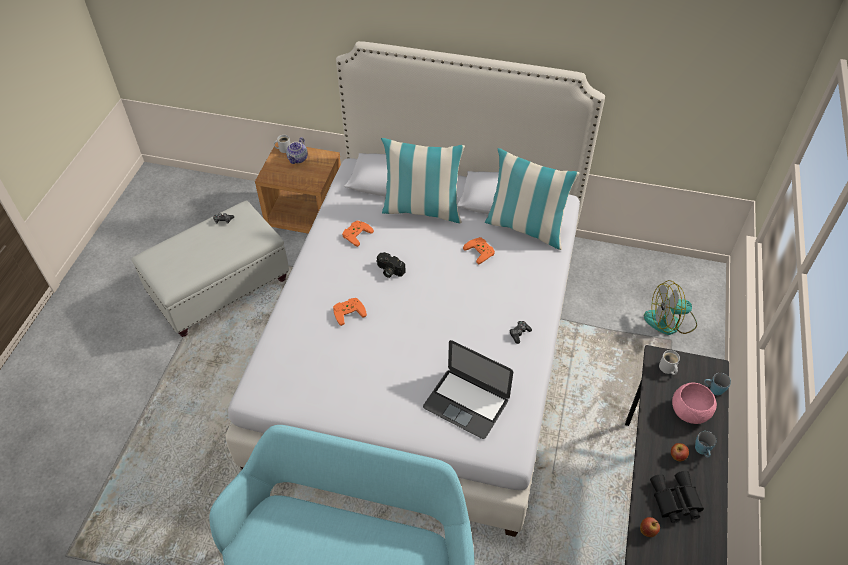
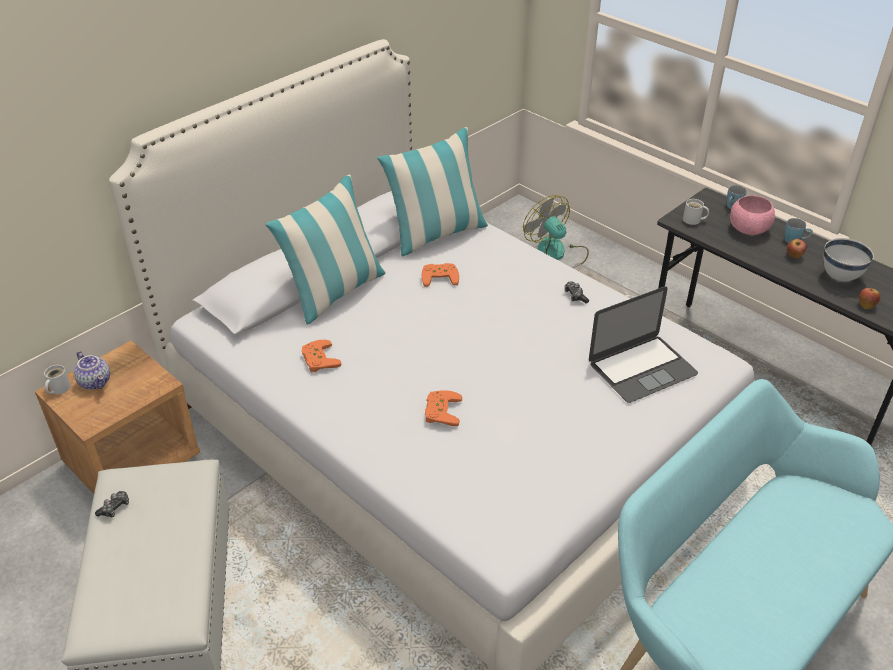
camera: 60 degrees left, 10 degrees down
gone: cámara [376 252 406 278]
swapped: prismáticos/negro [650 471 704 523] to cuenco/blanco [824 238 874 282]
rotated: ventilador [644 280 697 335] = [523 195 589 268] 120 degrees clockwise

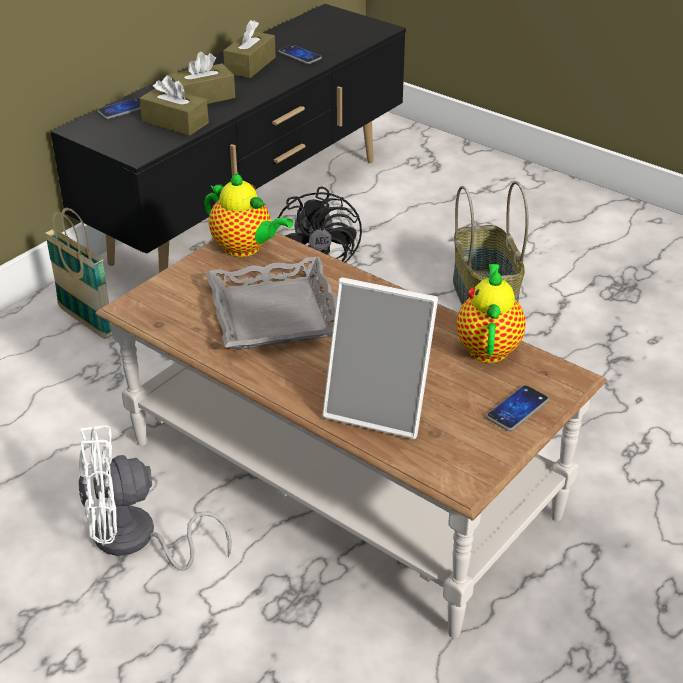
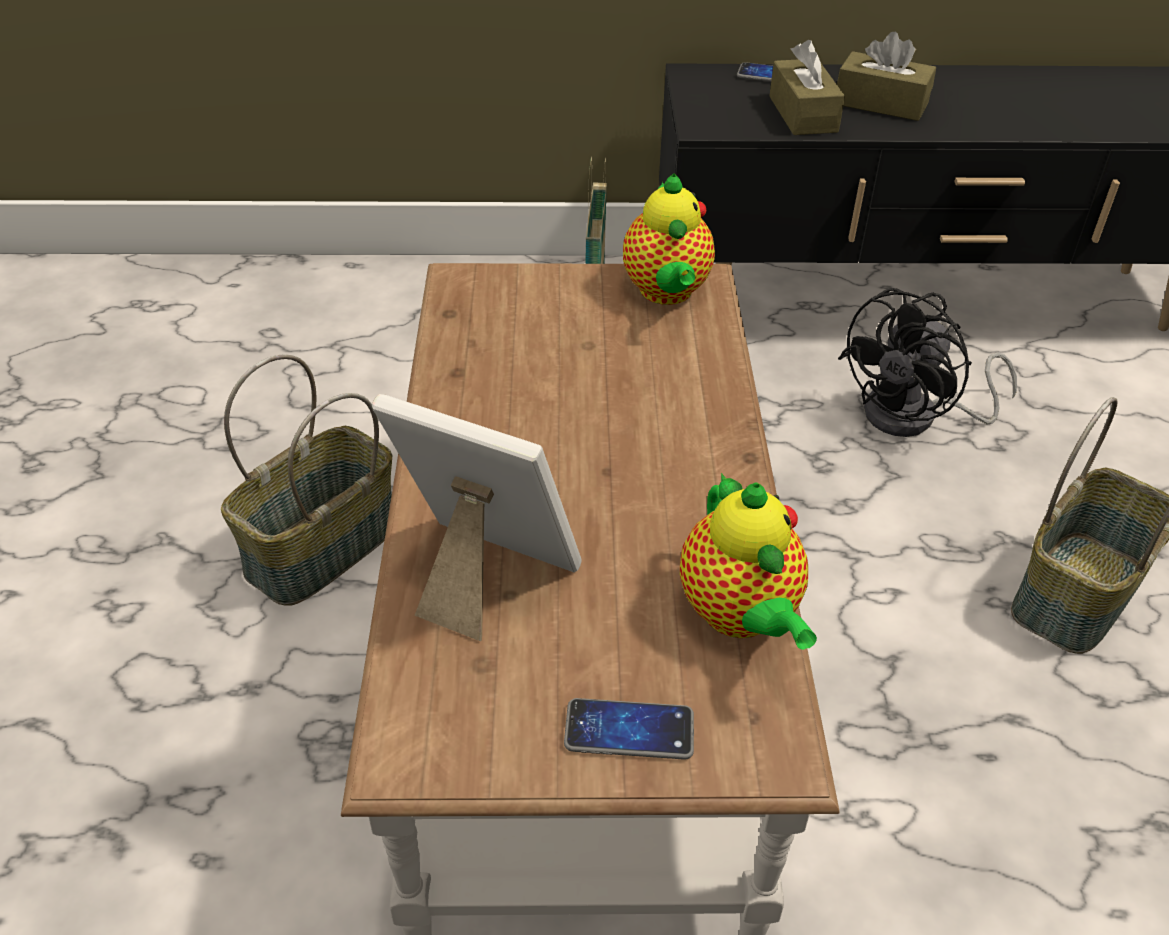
camera: 50 degrees right, 5 degrees up
gone: bandeja/gris [206 257 336 350]; caja de pañuelos/marrón [223 20 276 78]; móvil [278 45 322 64]
swapped: ventilador/blanco [79 425 232 571] to cesta [221 354 392 606]
rotated: portarretratos [322 277 438 439] = [372 394 582 641] 135 degrees clockwise; tetera [457 264 526 363] = [680 473 817 650] 105 degrees clockwise

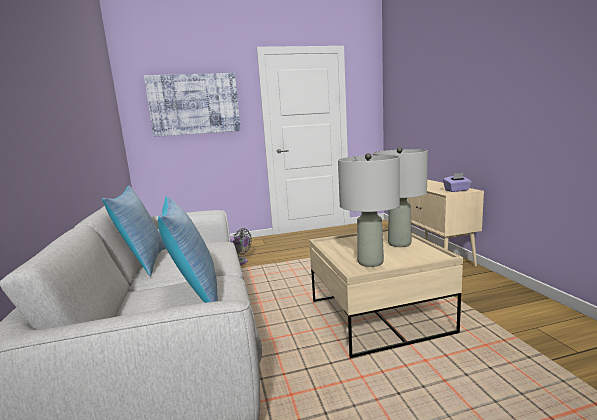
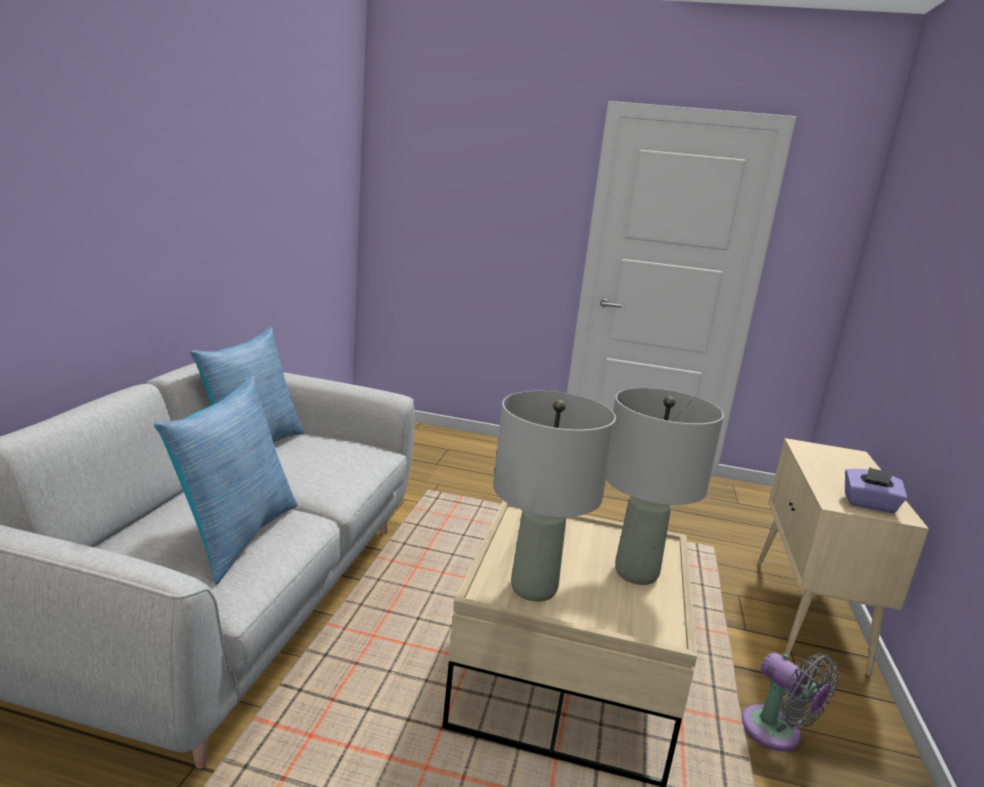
camera: 25 degrees right, 5 degrees up
gone: cuadro [144 73 241 137]
shifted: ventilador/gris [230 228 252 265] to [742 653 839 751]

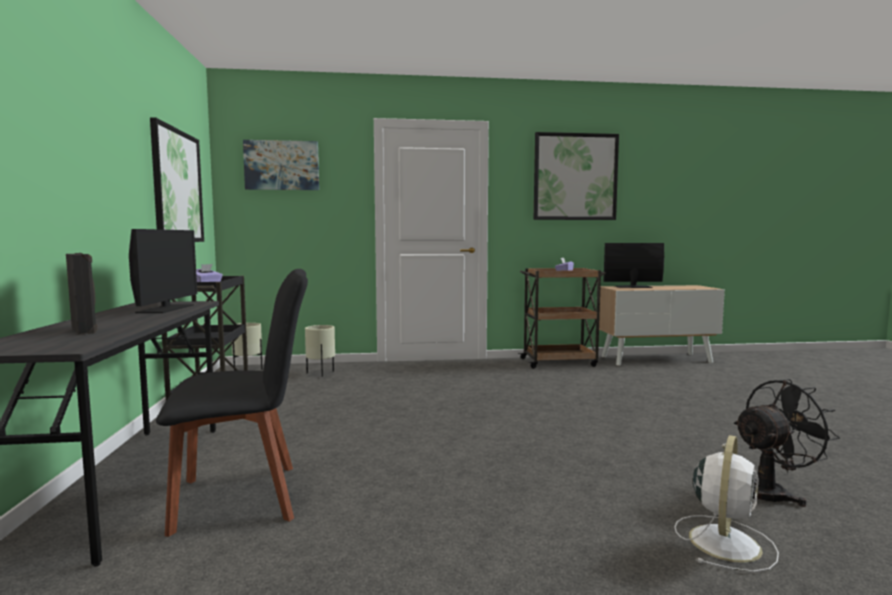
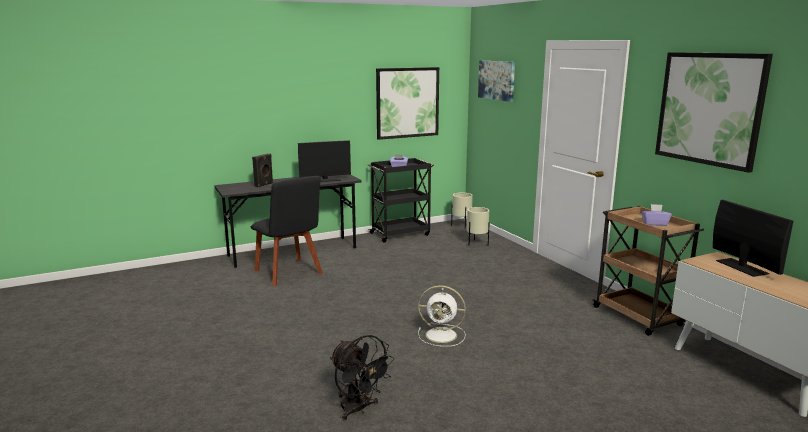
camera: 70 degrees right, 10 degrees up
shifted: ventilador/blanco [674 435 779 572] to [418 285 466 347]

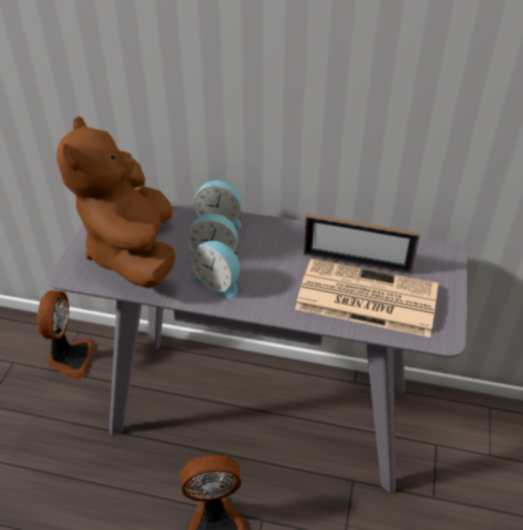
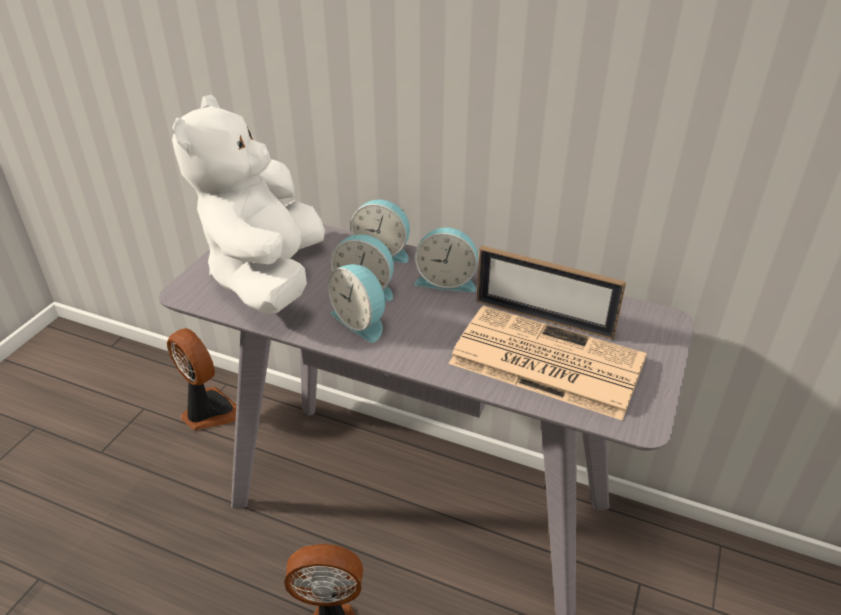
camera: 10 degrees right, 5 degrees down
new: despertador [415 228 478 292]
repainted: peluche/marrón [56 116 175 288] to peluche/blanco [172 95 325 314]
rotated: ventilador [37 290 96 379] = [167 328 237 430] 60 degrees counterclockwise

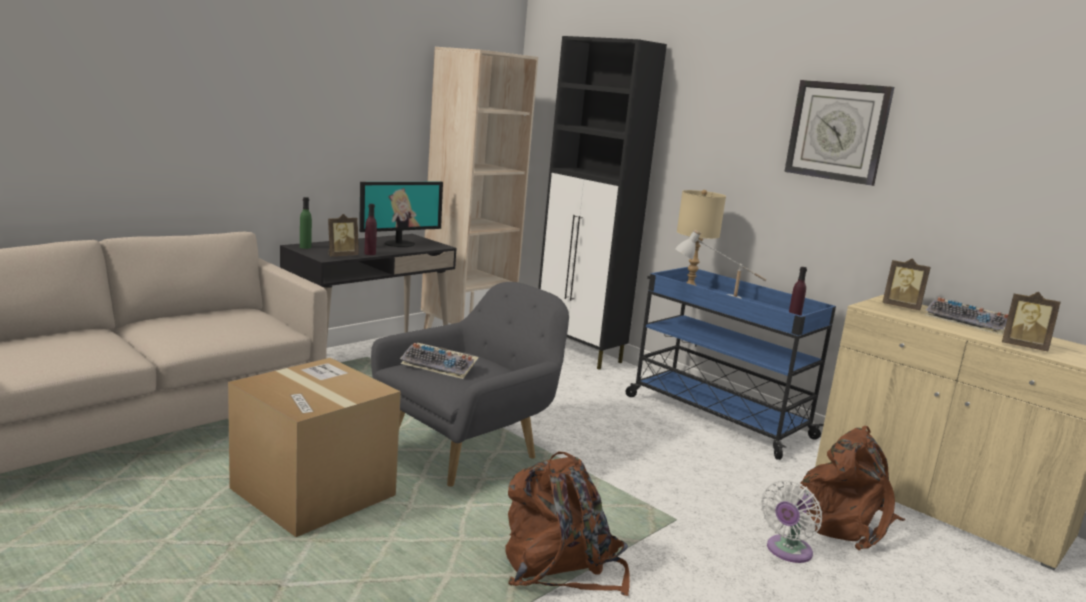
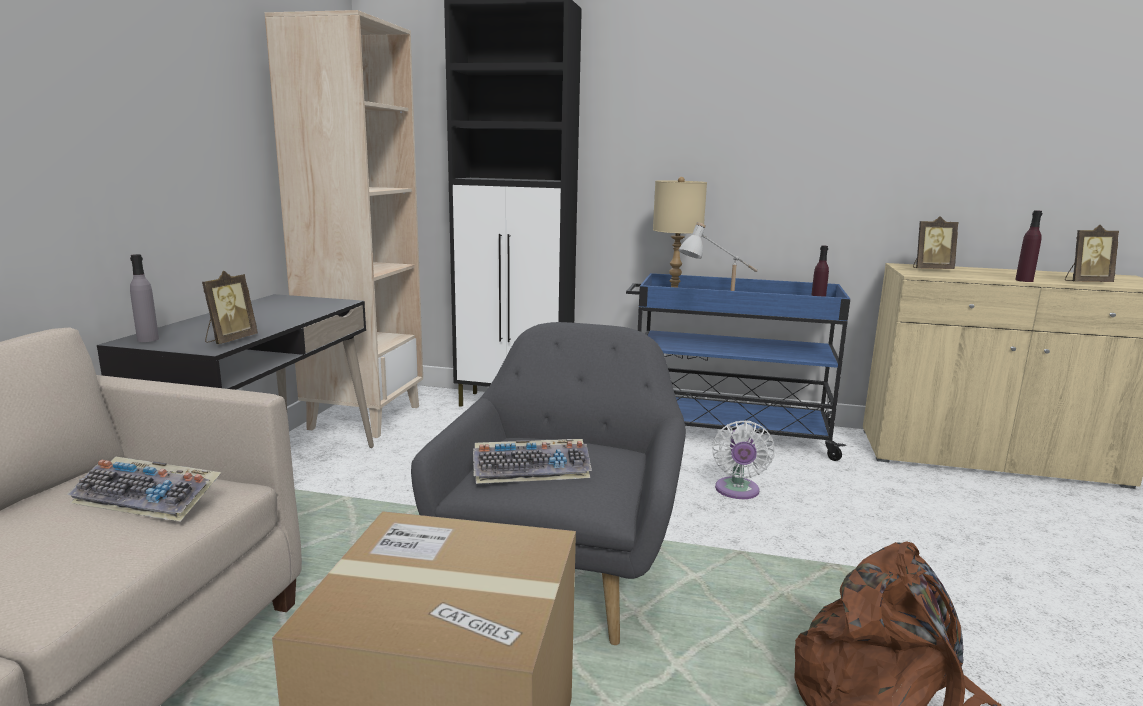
camera: 30 degrees left, 0 degrees up
gone: monitor [359 182 443 247]; reloj de pared [784 80 894 186]; mochila/marrón [800 426 905 550]
shifted: teclado [925 297 1009 335] to [67 456 221 522]; ventilador/blanco [761 480 822 563] to [712 421 775 499]; botella/morado [364 204 377 255] to [1015 210 1042 282]
repainted: botella/verde [300 197 312 249] to botella/gris [130 254 159 342]

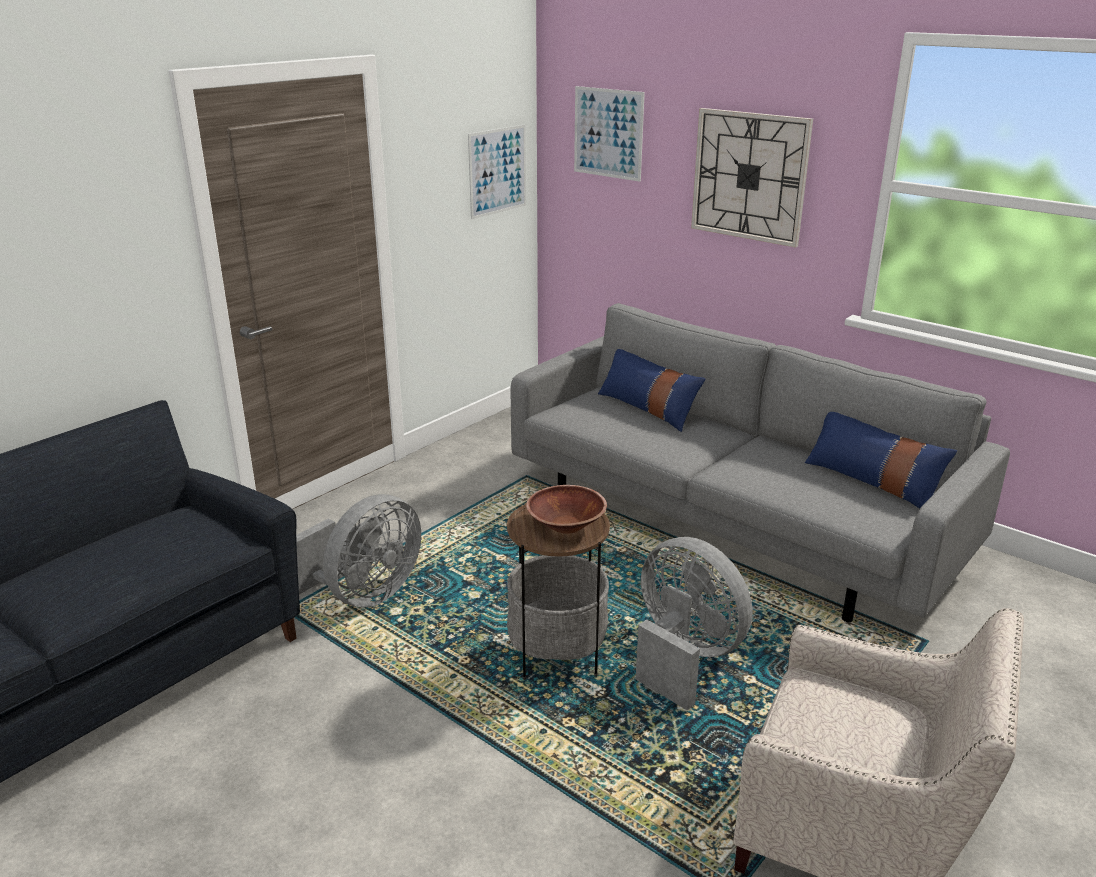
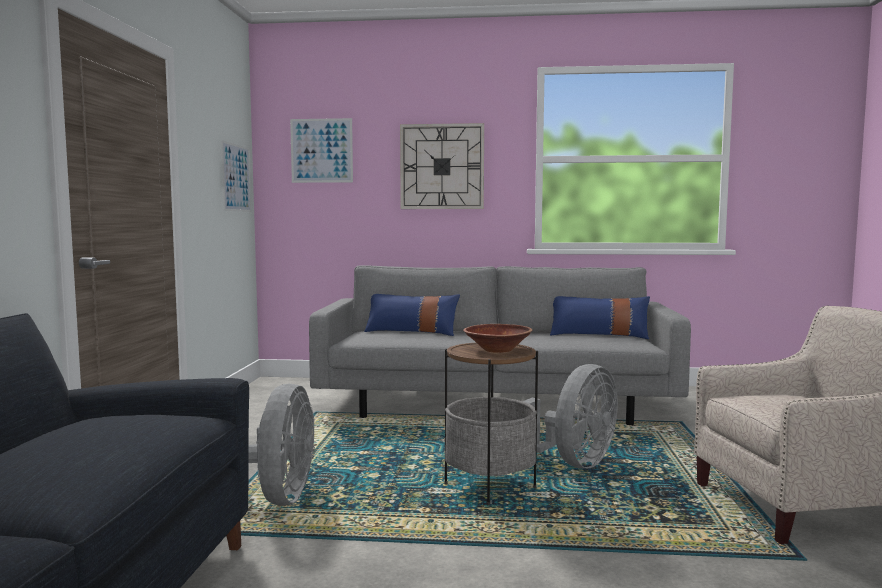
camera: 35 degrees left, 20 degrees down
rotated: ventilador/gris [636 537 753 711] = [523 364 618 469] 120 degrees clockwise

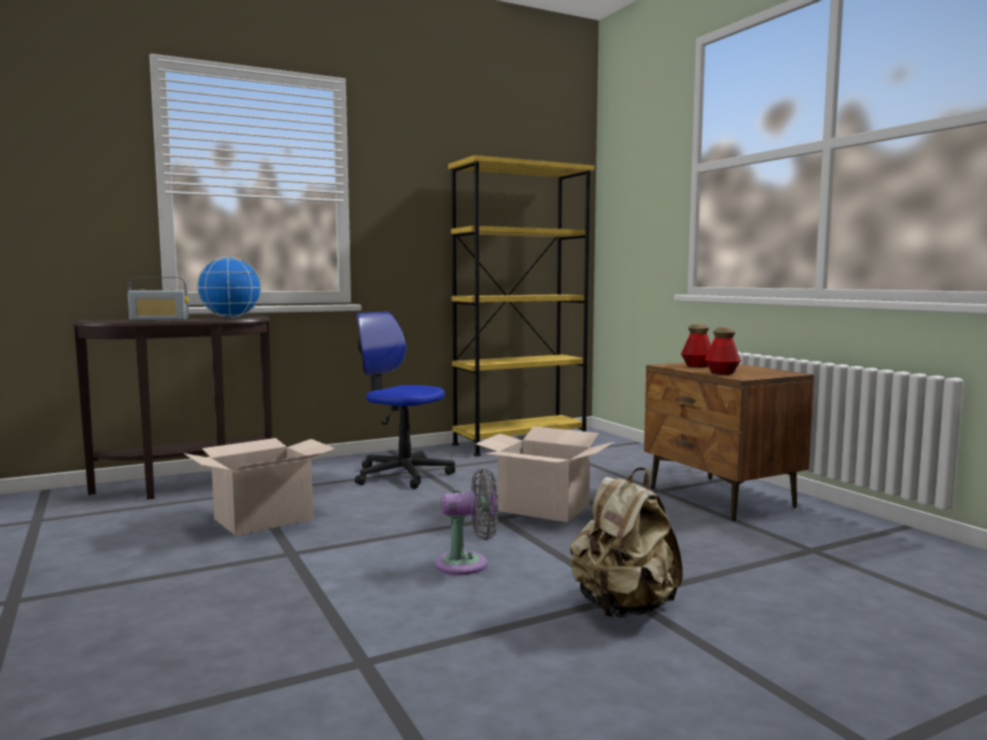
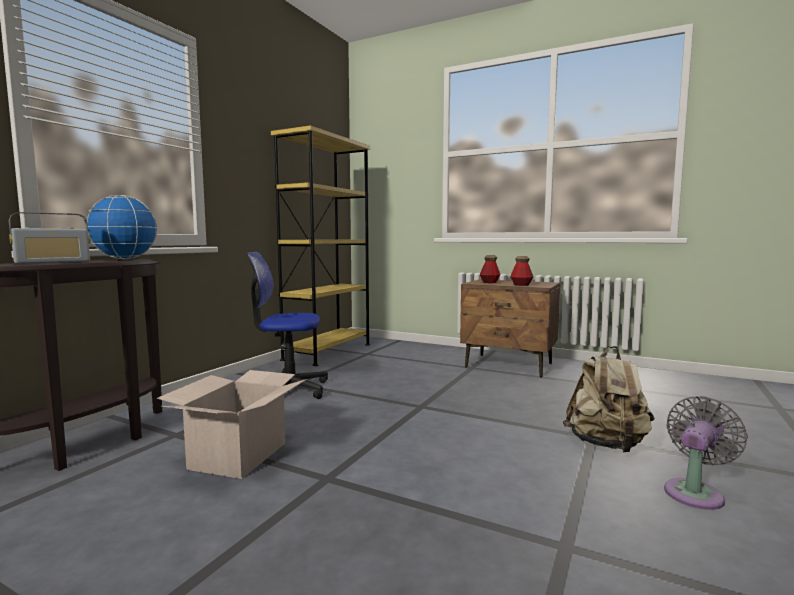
camera: 35 degrees left, 0 degrees up
gone: caja de cartón [476 426 614 522]
shifted: ventilador/gris [435 468 498 575] to [664 396 748 510]

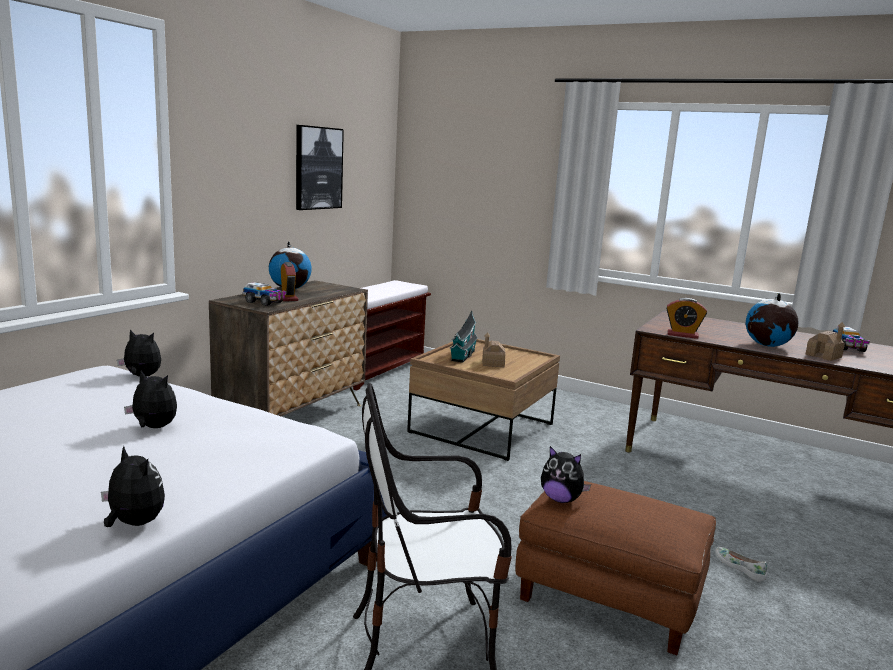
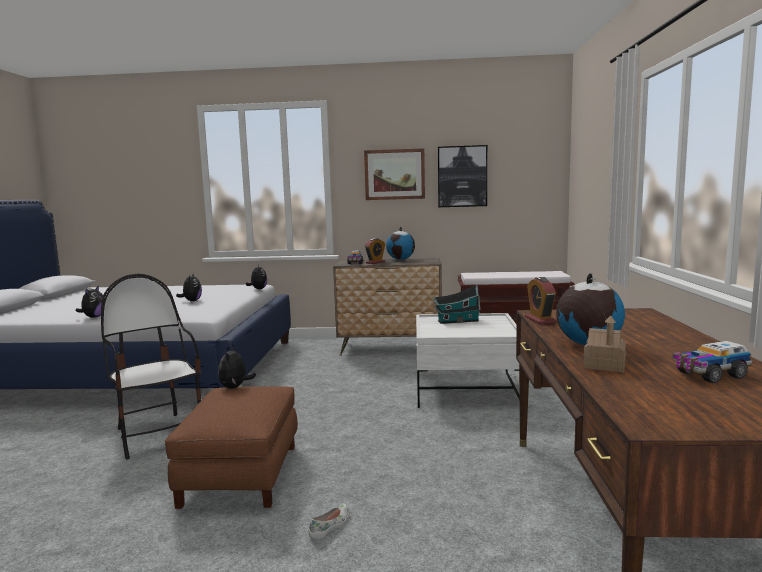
camera: 65 degrees right, 5 degrees down
gone: casita [482 332 506 367]
new: cuadro [364 148 425 200]
repainted: mesa de centro/marrón [407 339 560 461] to mesa de centro/blanco [416 313 520 408]

